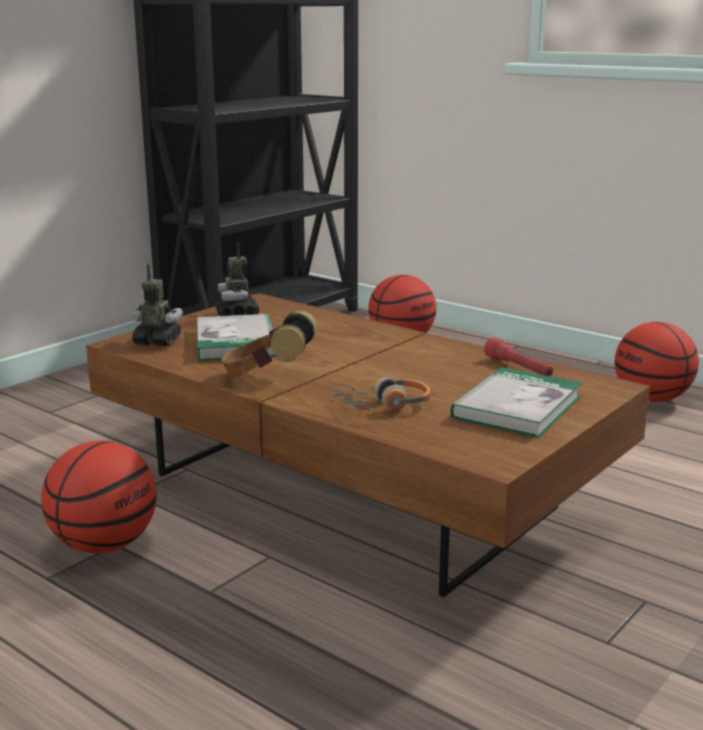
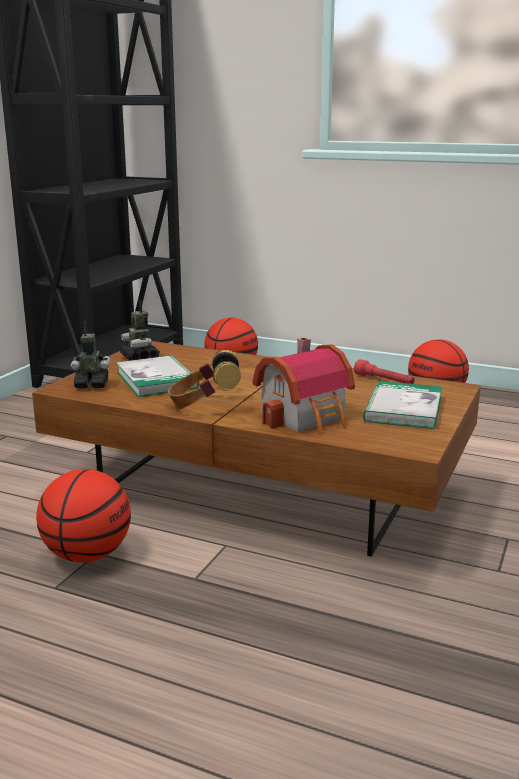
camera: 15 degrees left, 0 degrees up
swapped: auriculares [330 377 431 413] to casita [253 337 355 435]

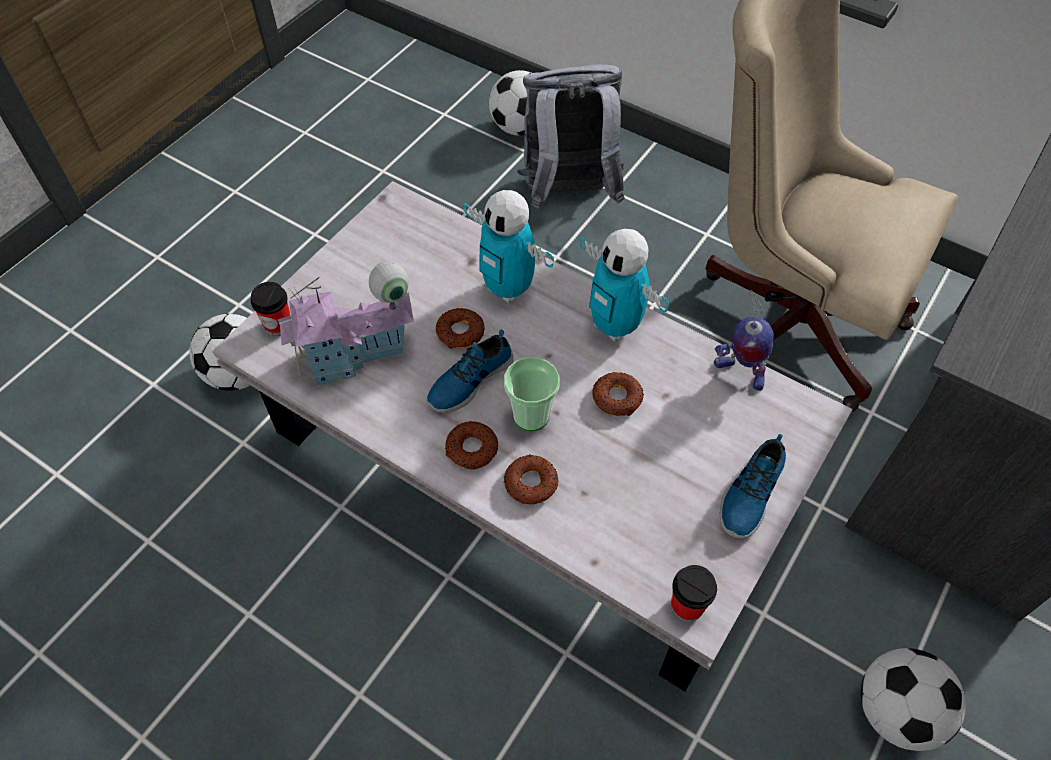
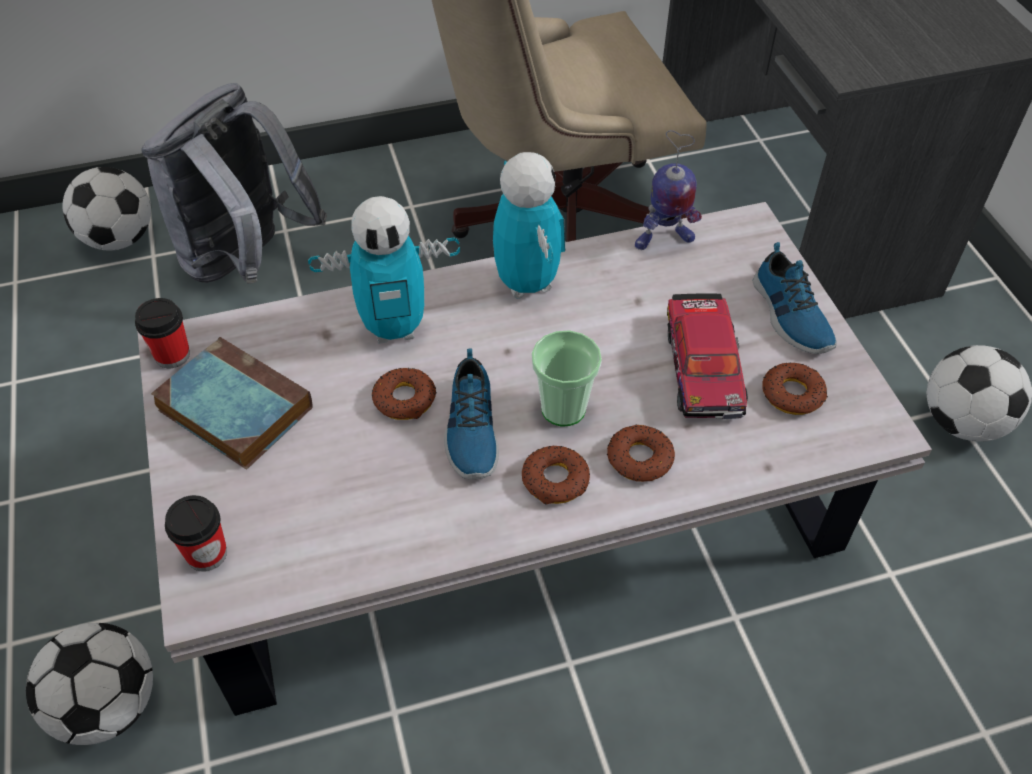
camera: 50 degrees left, 5 degrees down
gone: casita [278 261 414 386]
new: libro [151 337 313 470]; coche de juguete [667 294 748 419]
shifted: taza [671 565 717 622] to [135 298 190 368]; rosquilla [592 372 644 416] to [762 362 828 415]
rotated: robot de juguete [579 229 669 342] = [493 152 565 299] 105 degrees counterclockwise

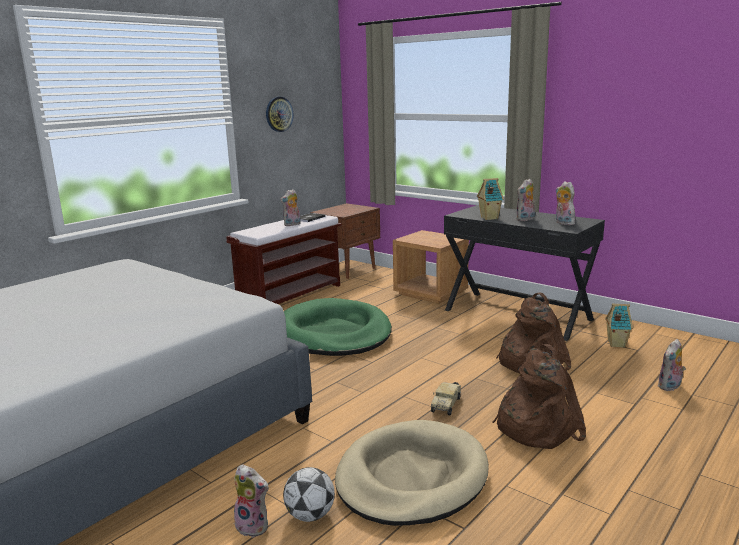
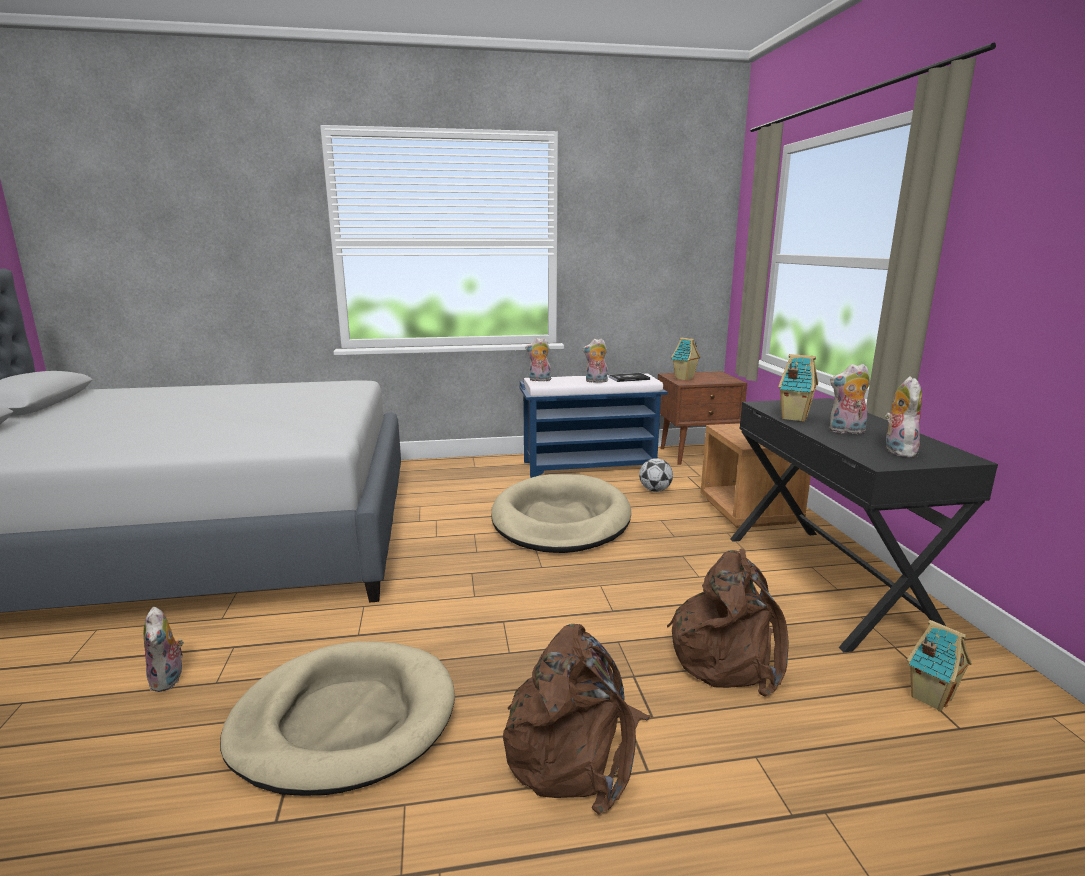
camera: 40 degrees right, 0 degrees up
gone: reloj de pared [266 97 293 132]; camión de juguete [431 382 461 415]
new: casita [671 337 701 381]
shifted: peluche [658 339 686 391] to [525 337 551 381]; balón de fútbol [283 467 335 522] to [639 458 673 492]
repainted: cama para perro/verde [284 298 392 356] to cama para perro/beis [491 474 631 553]; banco/marrón [226 213 342 304] to banco/azul [519 374 668 478]

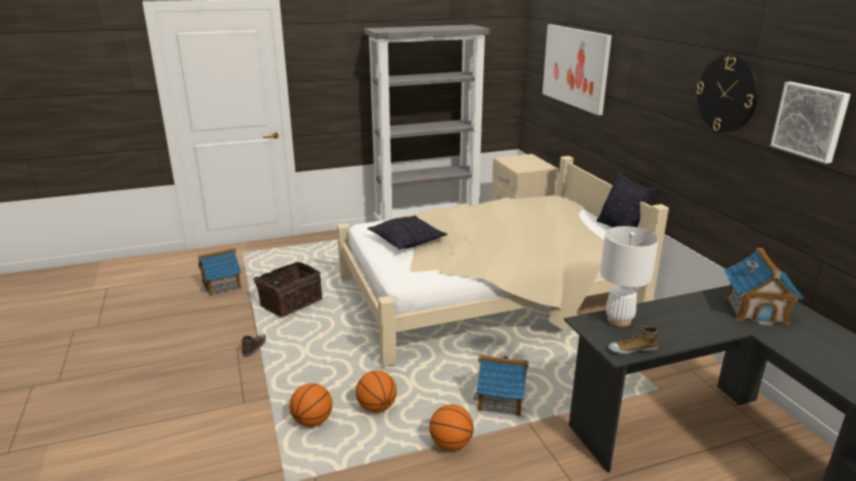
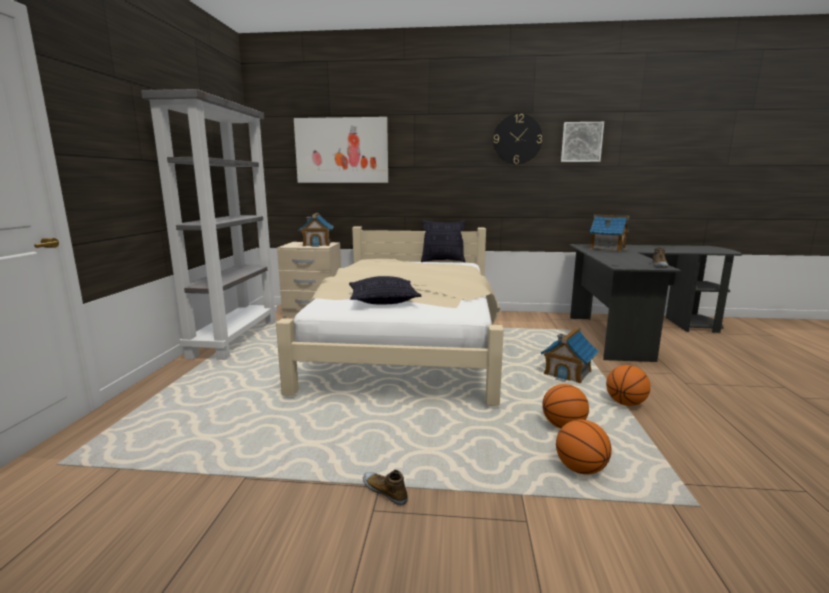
camera: 65 degrees left, 10 degrees down
gone: cesta [253 262 322 317]; lámpara de mesa/blanco [600 226 659 327]
shifted: casita [198 248 241 296] to [298 213 334 247]

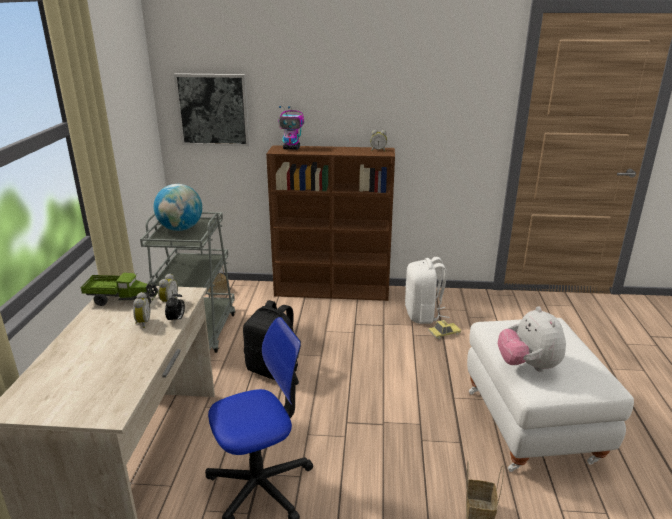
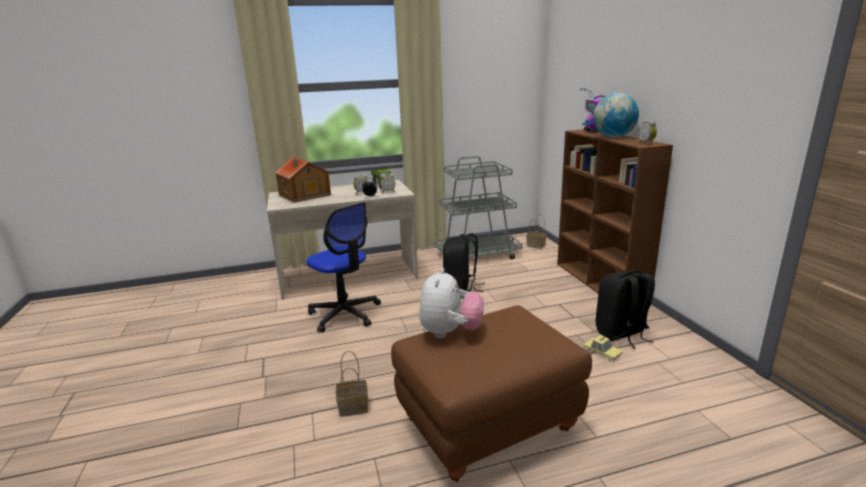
camera: 70 degrees right, 5 degrees down
gone: cuadro [174 73 250 146]
new: casita [274 157 331 203]
shifted: globo terráqueo [154 184 202 231] to [593 93 639 138]
repainted: puf/blanco [467 318 634 472] to puf/marrón [391 305 592 482]; mochila/blanco [405 257 450 324] to mochila/negro [596 270 655 349]
rotated: peluche [498 306 566 372] = [419 268 484 338] 135 degrees clockwise

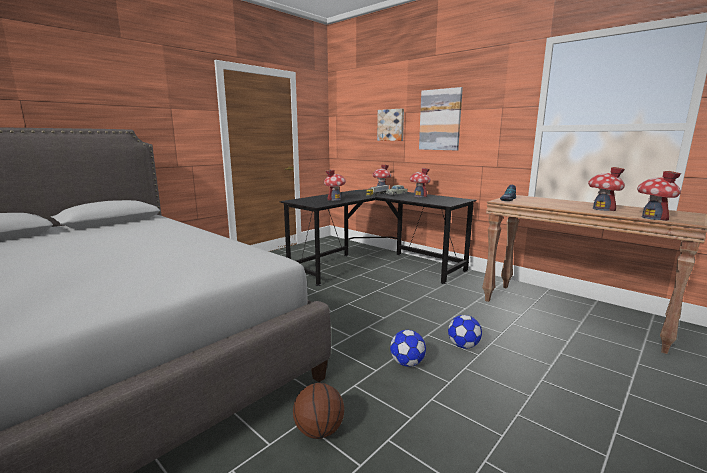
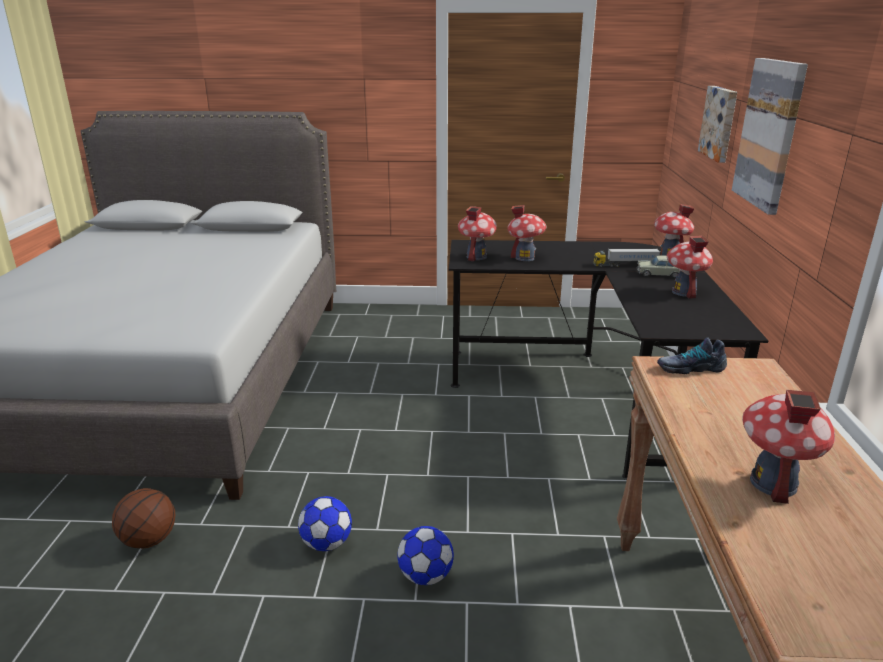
camera: 50 degrees right, 10 degrees up
shifted: casita [637 171 682 221] to [458 206 497 261]

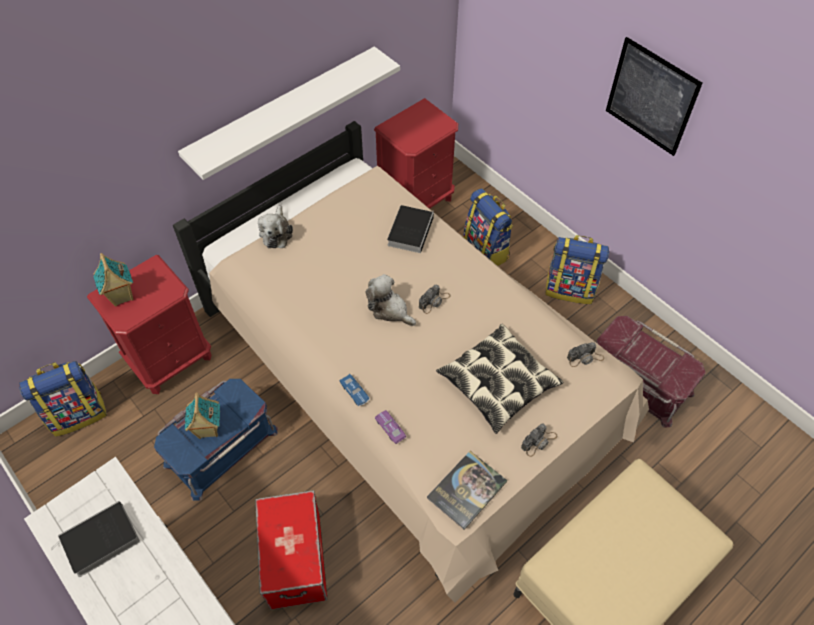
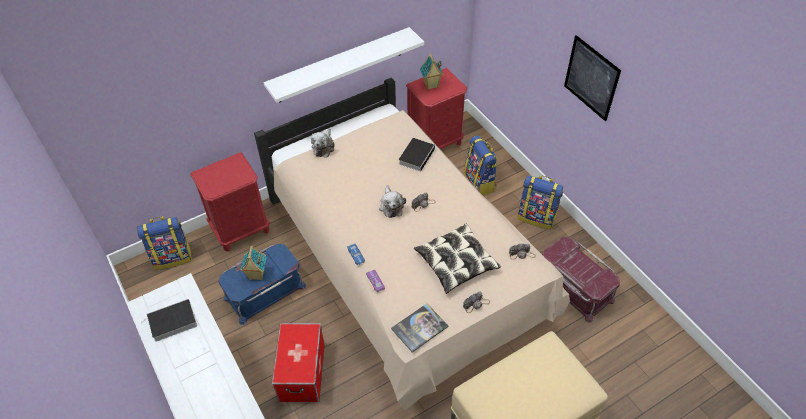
camera: 10 degrees right, 5 degrees down
shifted: casita [93 253 133 307] to [420 53 444 90]
rotated: peluche [365 274 416 326] = [379 185 406 218] 150 degrees counterclockwise

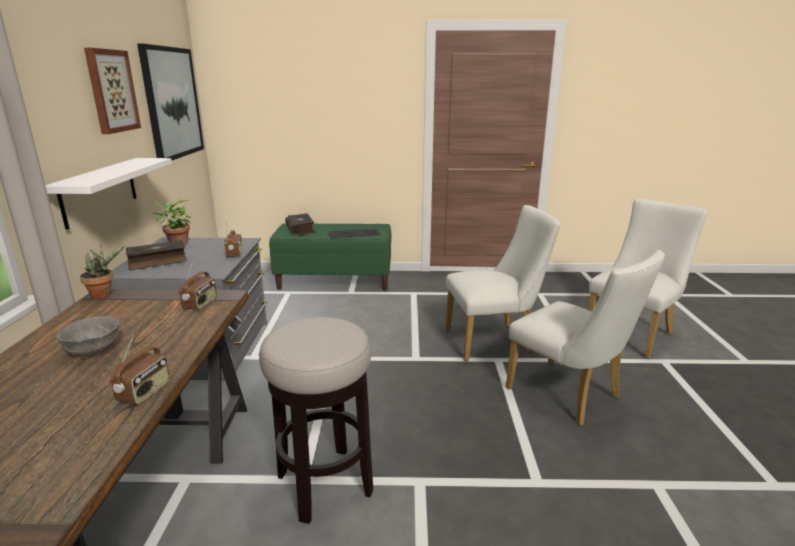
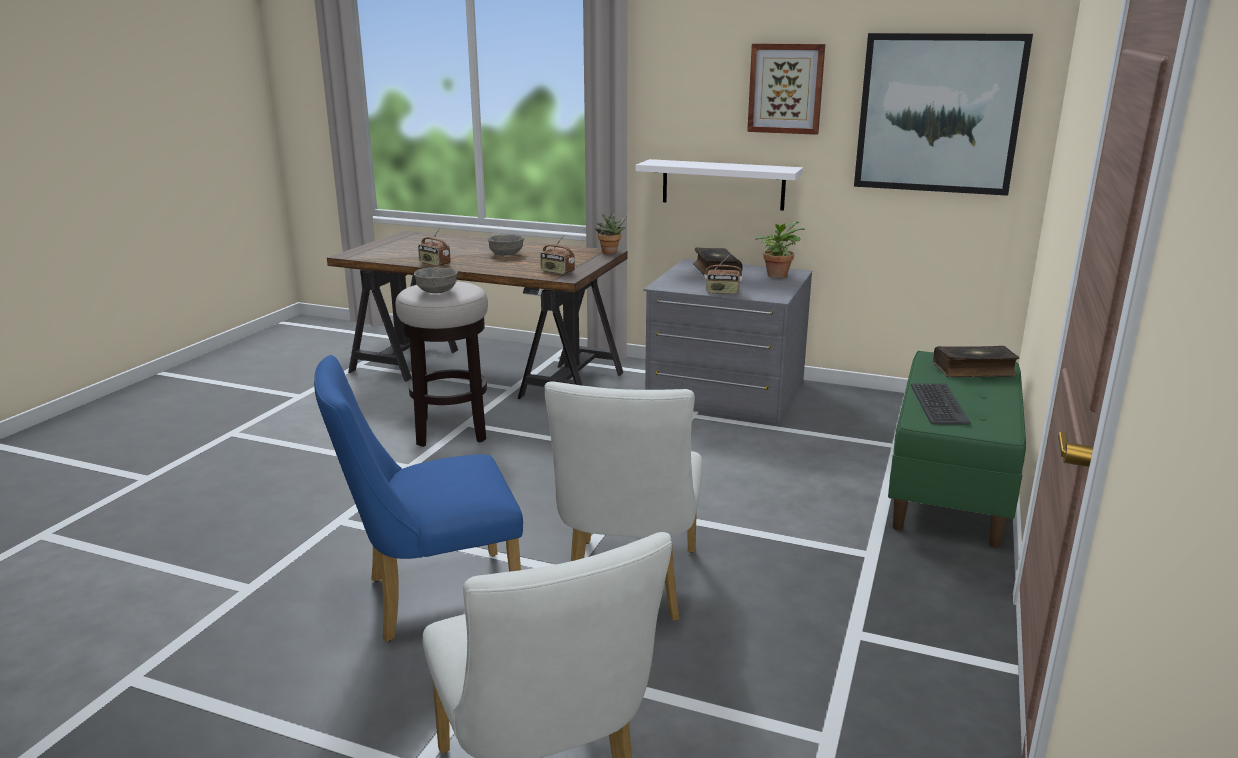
camera: 110 degrees right, 0 degrees up
new: cuenco/gris [414 267 458 293]
repainted: silla/blanco [506 250 665 426] to silla/azul [314 355 523 642]

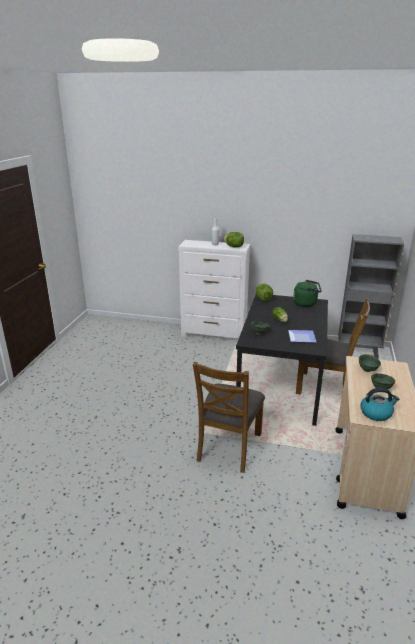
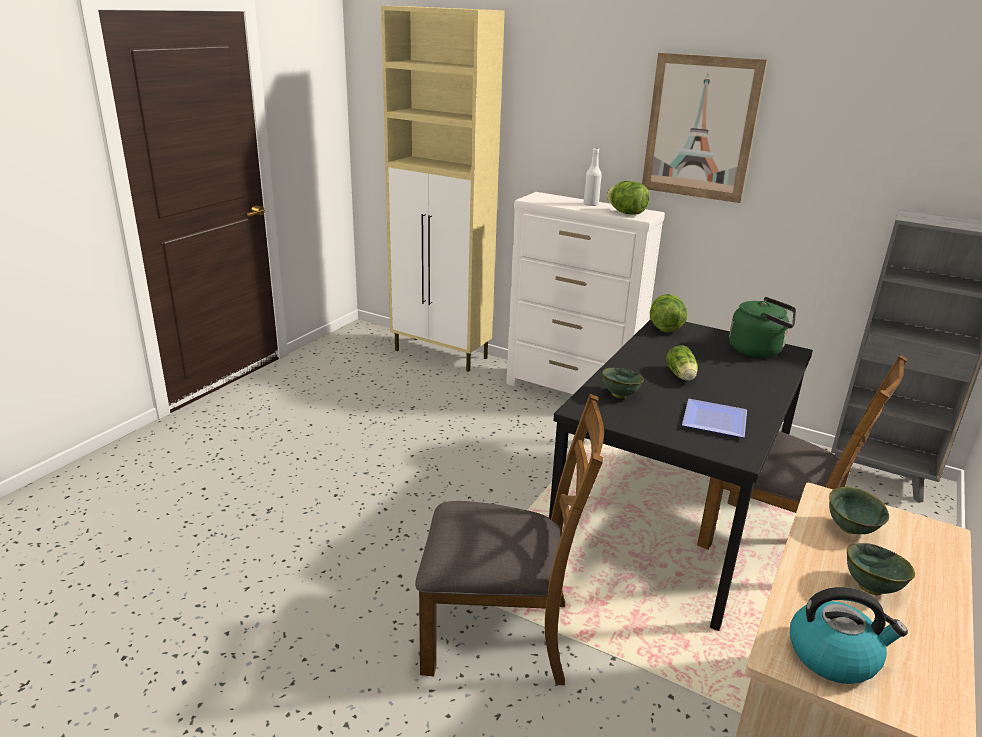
camera: 15 degrees right, 0 degrees up
new: armario/beis [381 6 505 372]; cuadro [642 53 767 203]
rotated: silla/marrón [193 362 265 473] = [415 394 604 685] 120 degrees counterclockwise

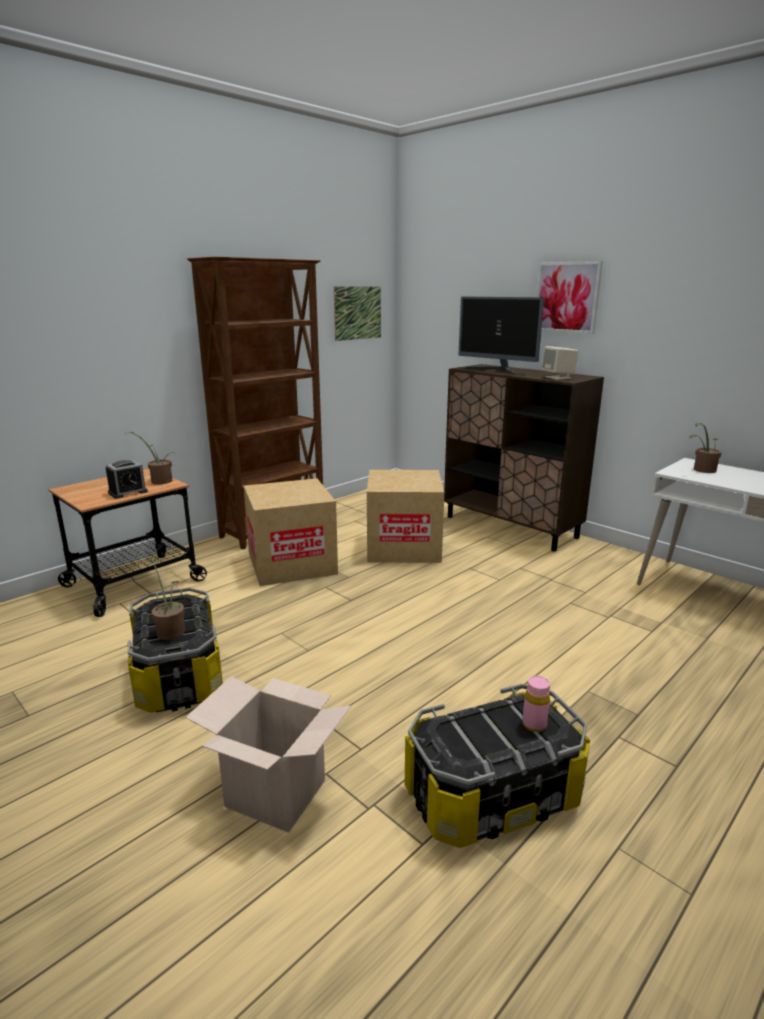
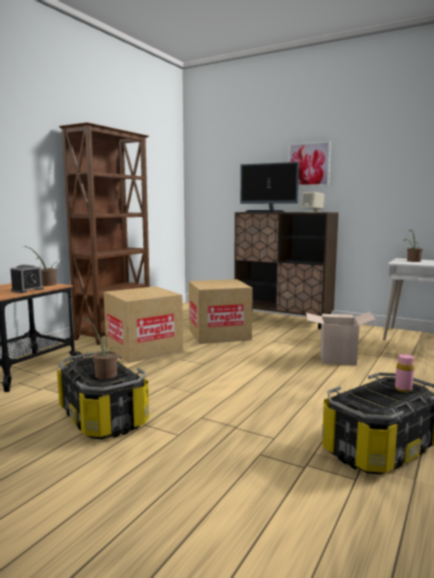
camera: 15 degrees left, 10 degrees down
gone: cuadro [334 286 381 341]
shifted: caja de cartón [185 676 351 833] to [306 312 376 366]

